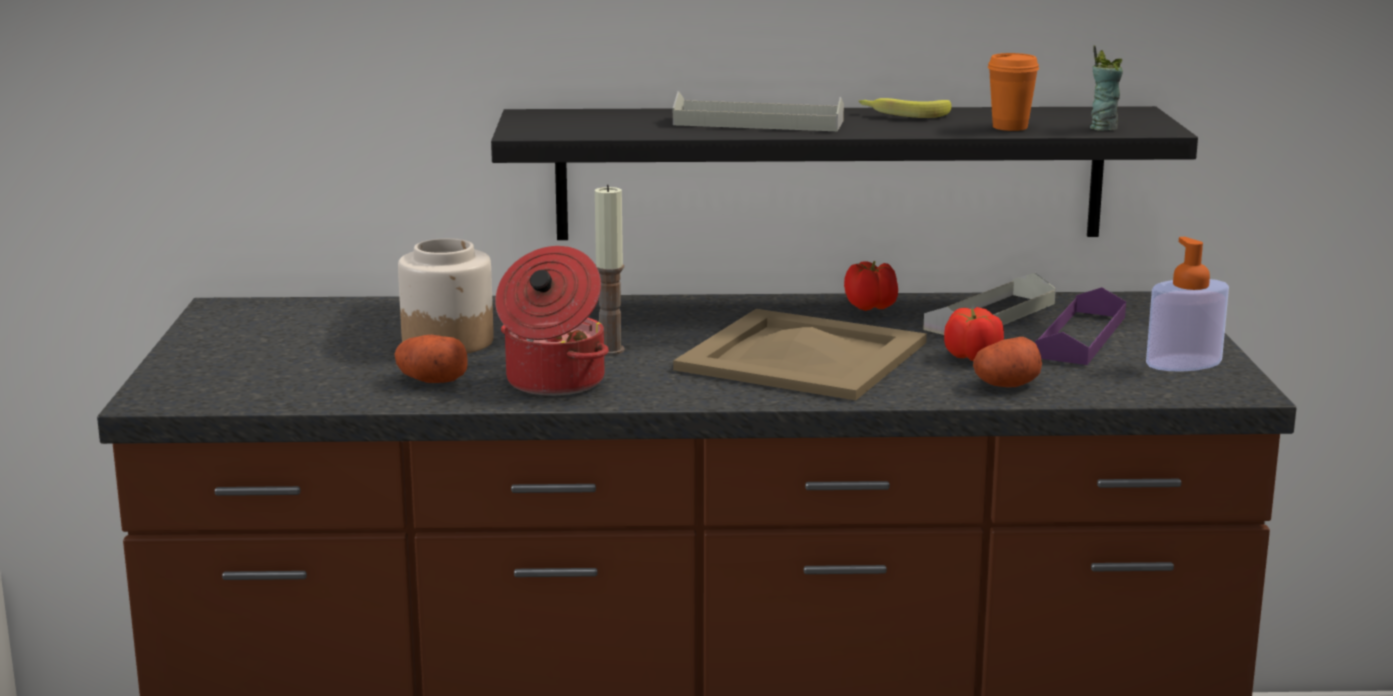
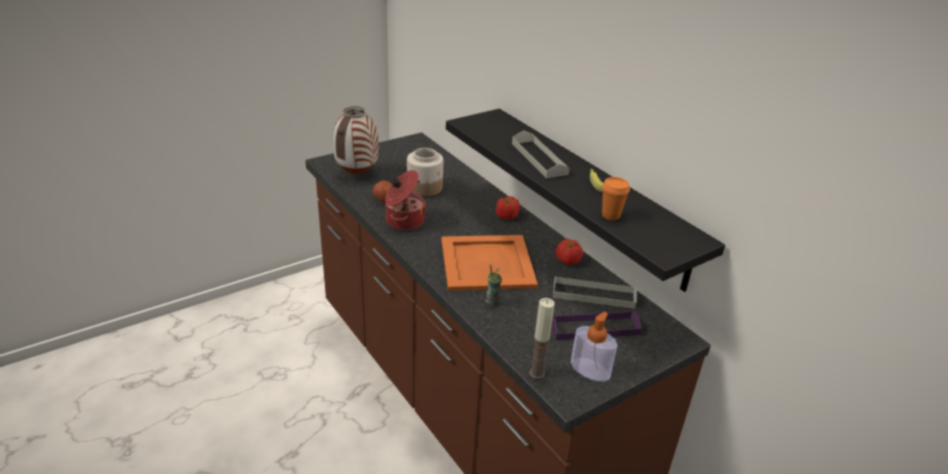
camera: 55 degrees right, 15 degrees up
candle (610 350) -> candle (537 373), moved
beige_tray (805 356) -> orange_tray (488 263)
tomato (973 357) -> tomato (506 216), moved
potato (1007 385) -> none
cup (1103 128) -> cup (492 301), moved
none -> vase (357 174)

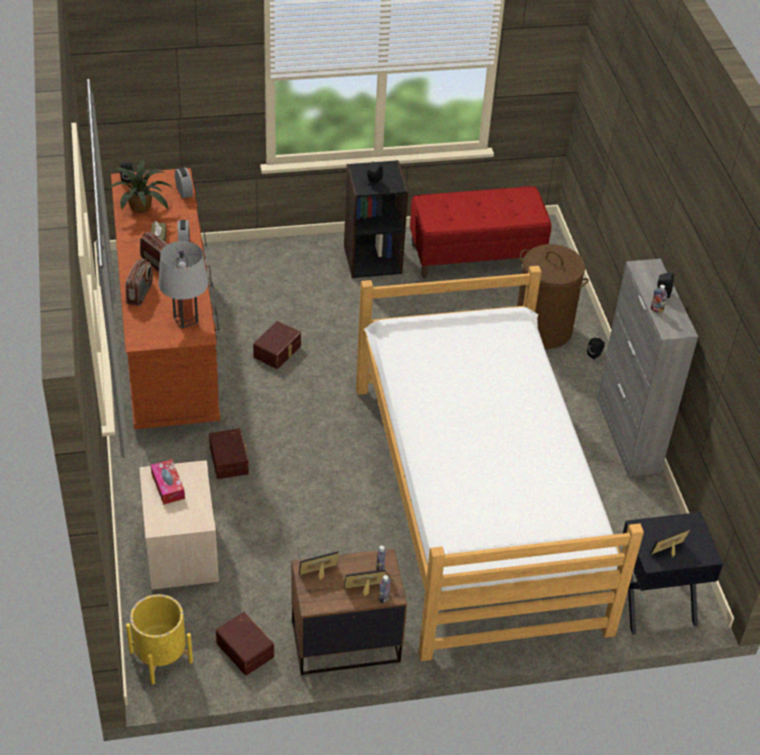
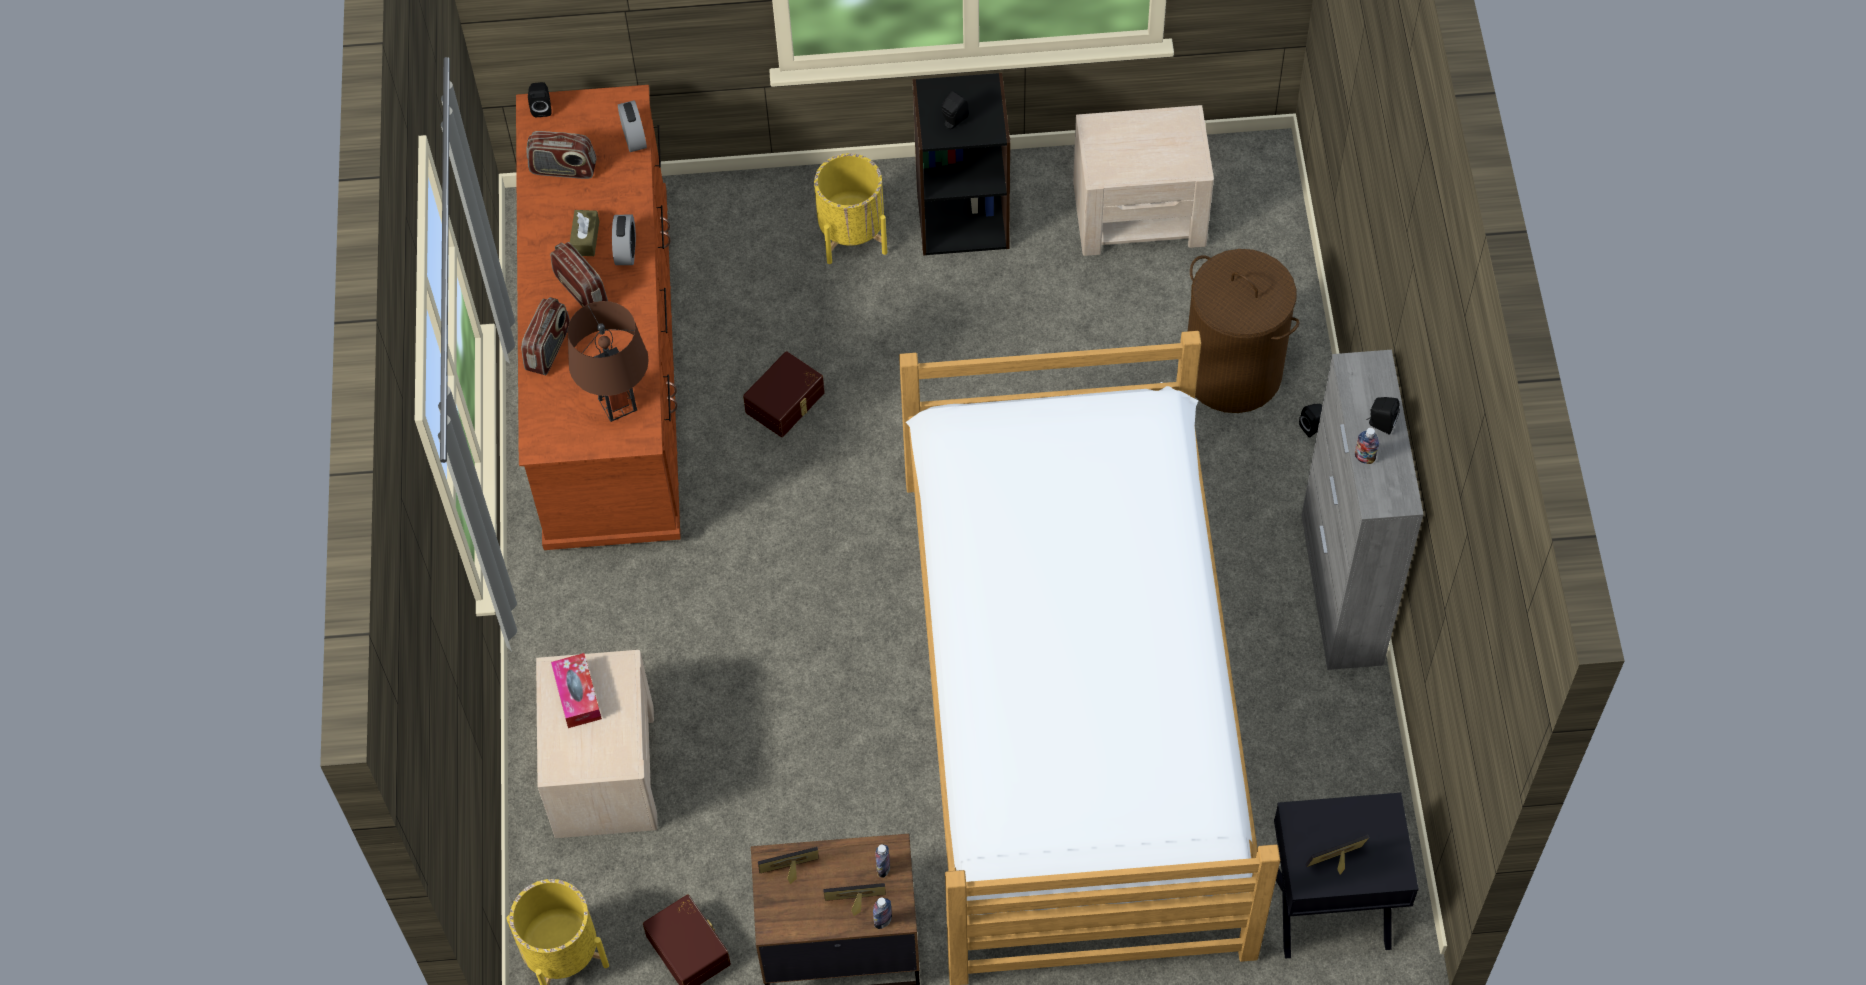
camera: 10 degrees right, 15 degrees up
potted_plant (142 207) -> radio (563 169)
grey_table_lamp (186 319) -> brown_table_lamp (618 404)
brown_storage_box (230 460) -> none
red_bench (476 255) -> beige_nightstand (1140 214)
none -> yellow_planter (852 234)

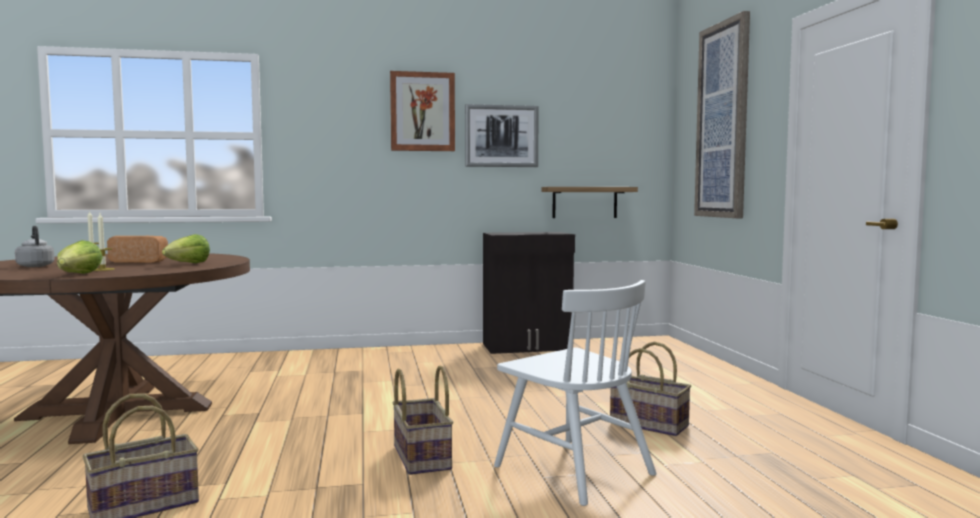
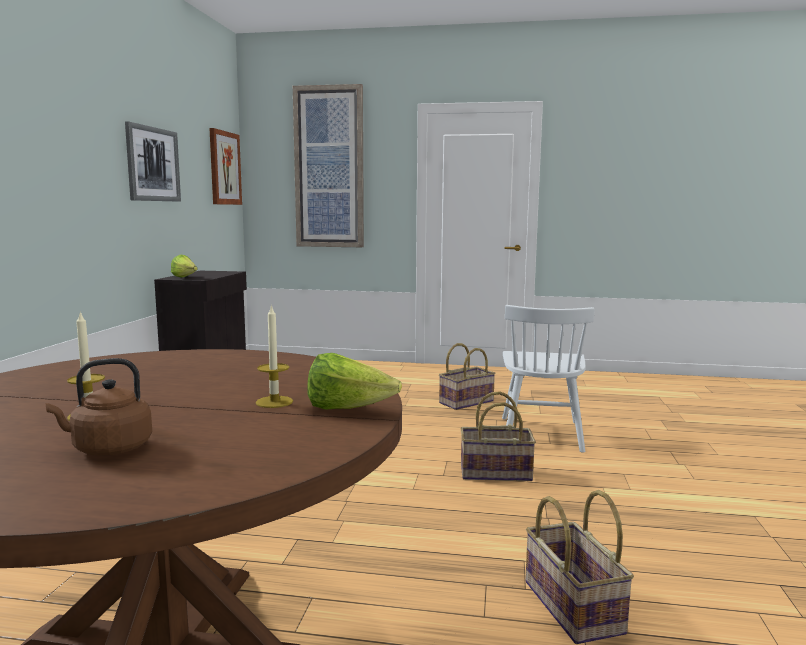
camera: 70 degrees left, 5 degrees up
grey_kettle (35 266) -> brown_kettle (108 449)
bread (141 261) -> none
lettuce (188 264) -> lettuce (185 278), moved
picture (422 112) -> picture (224 168), moved
white_chair (573 470) -> white_chair (541 434), 120 degrees clockwise
shelf (584 202) -> none

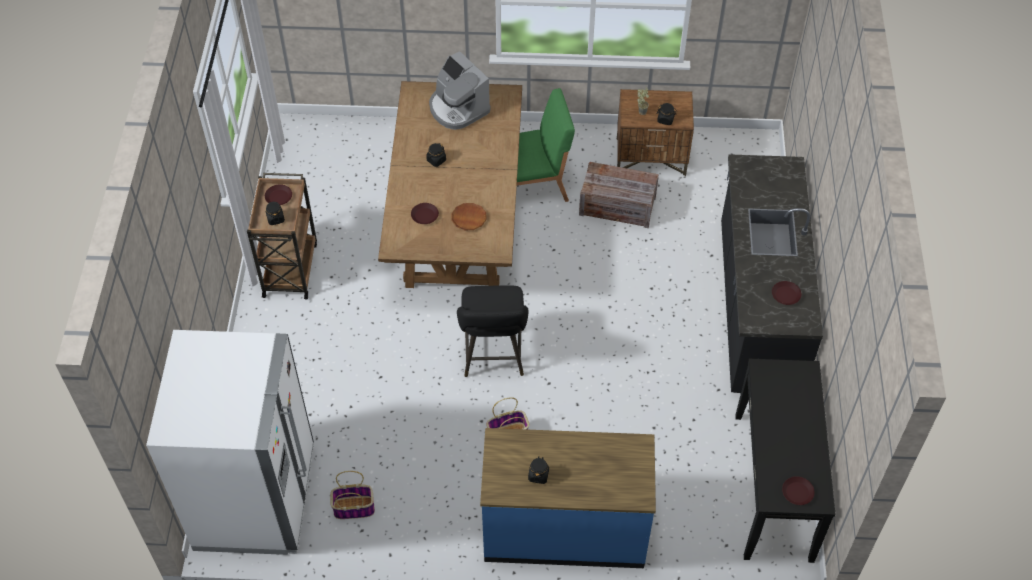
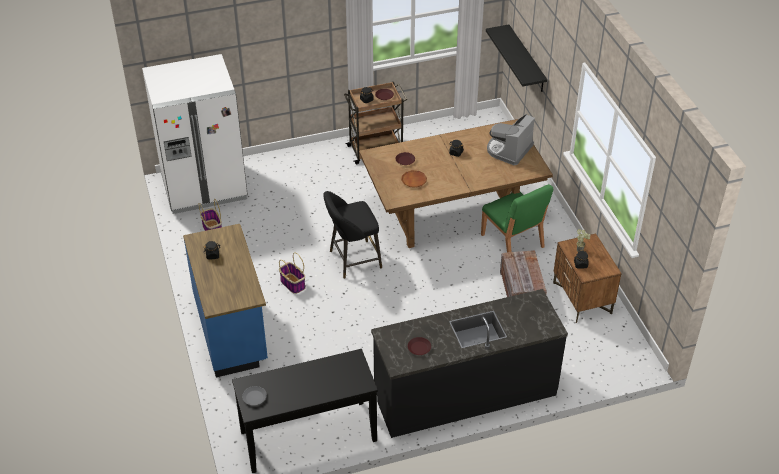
camera: 70 degrees right, 10 degrees down
brown_plate (797 492) -> grey_plate (254 397)
none -> black_shelf (526 59)

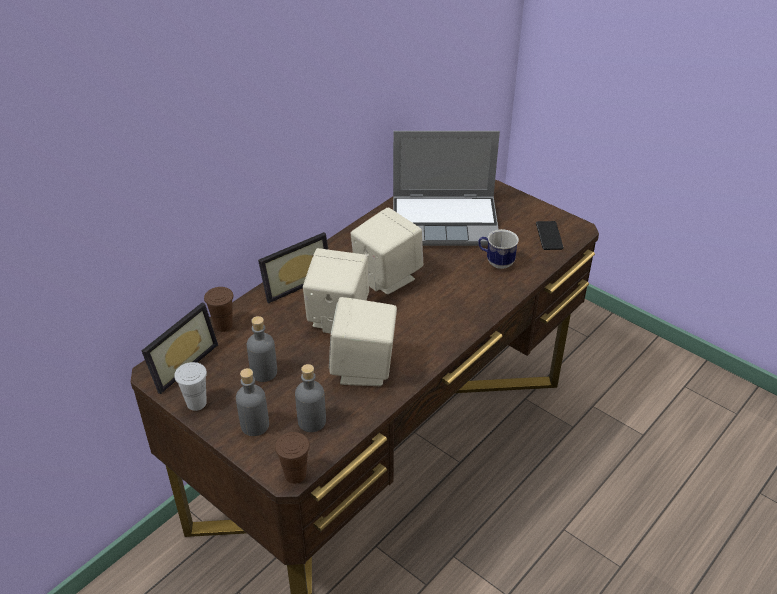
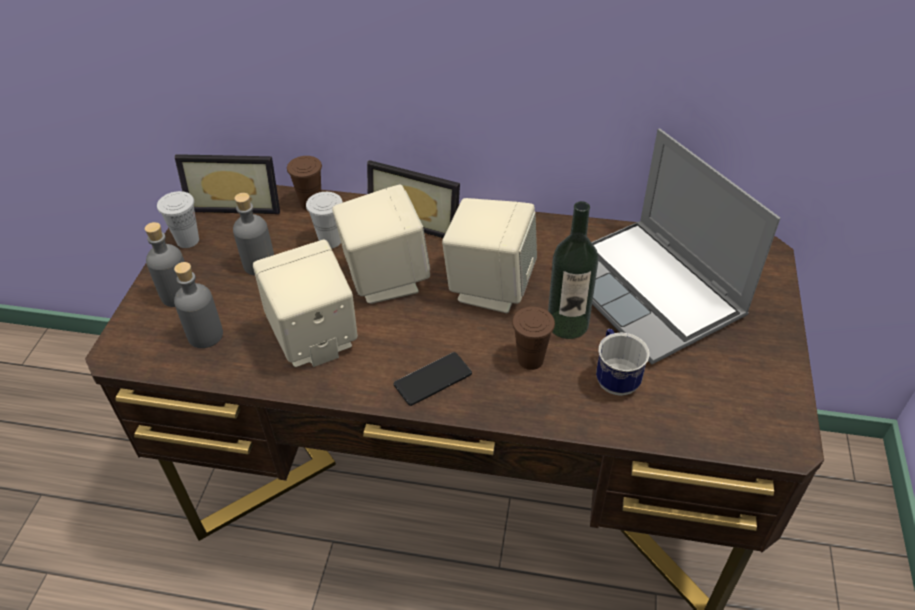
camera: 60 degrees right, 5 degrees up
brown_cup (295 475) -> brown_cup (530 359), moved
phone (549 236) -> phone (433 379), moved
none -> white_cup (330 241)
none -> bottle (567 324)

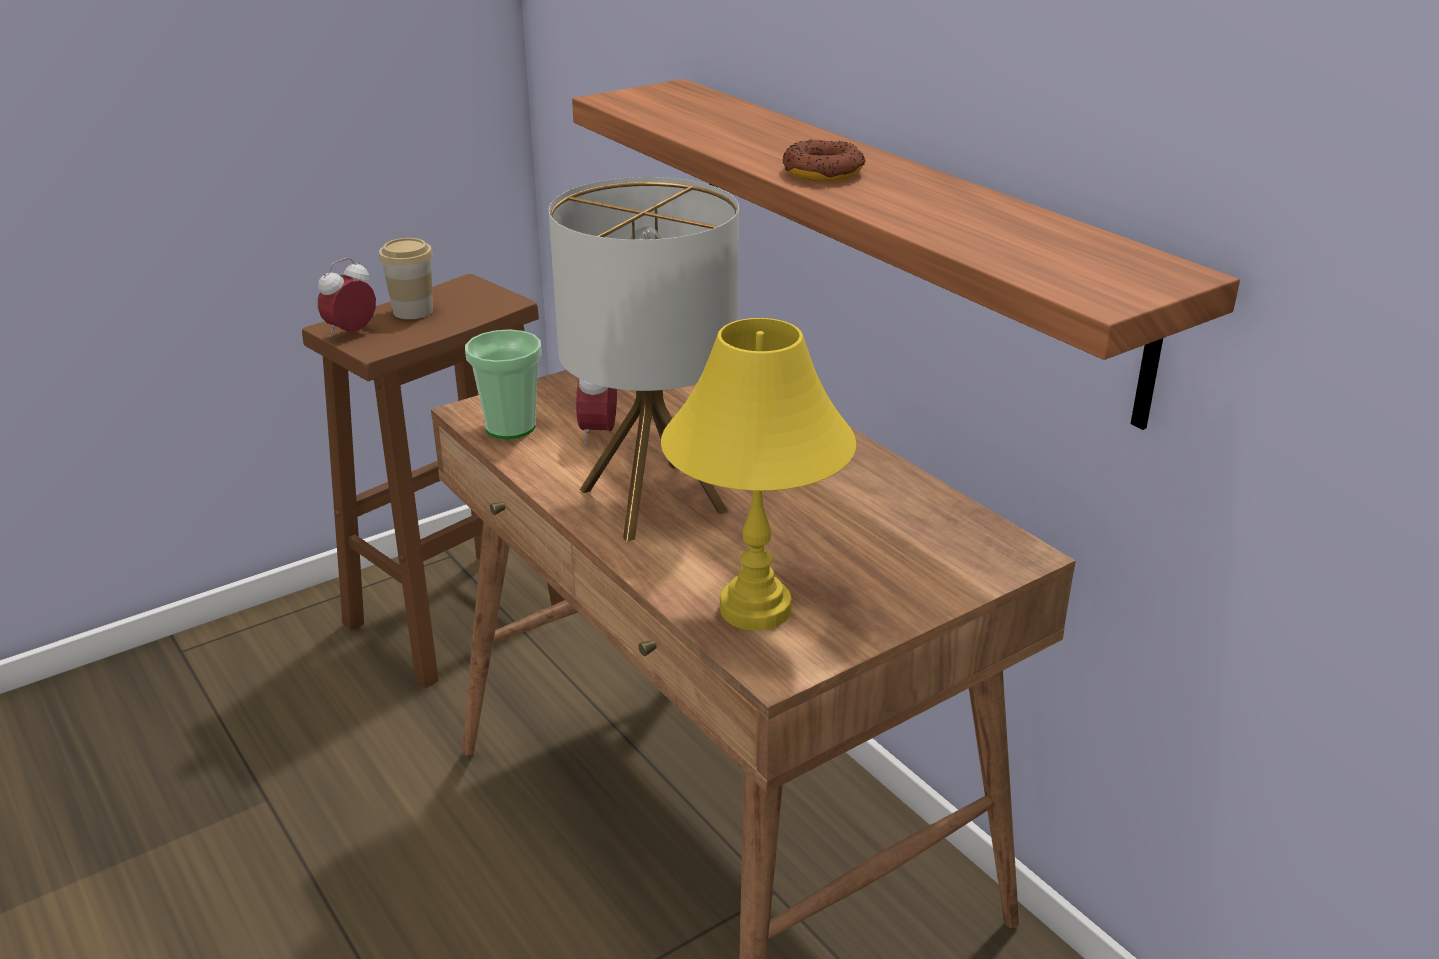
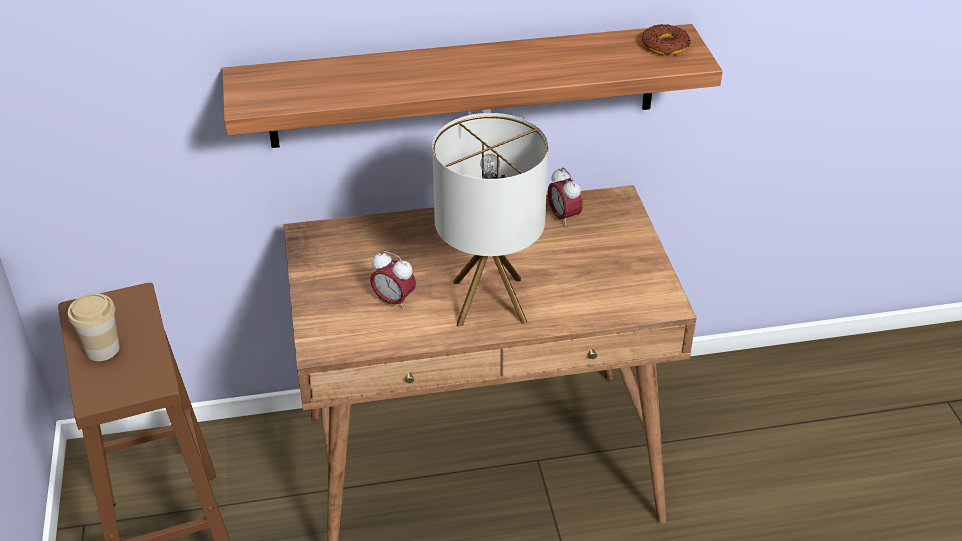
camera: 65 degrees left, 10 degrees up
alarm_clock (351 333) -> alarm_clock (563 217), moved
cup (510 427) -> none
yellow_table_lamp (756 609) -> none
donut (823 172) -> donut (665 46), moved

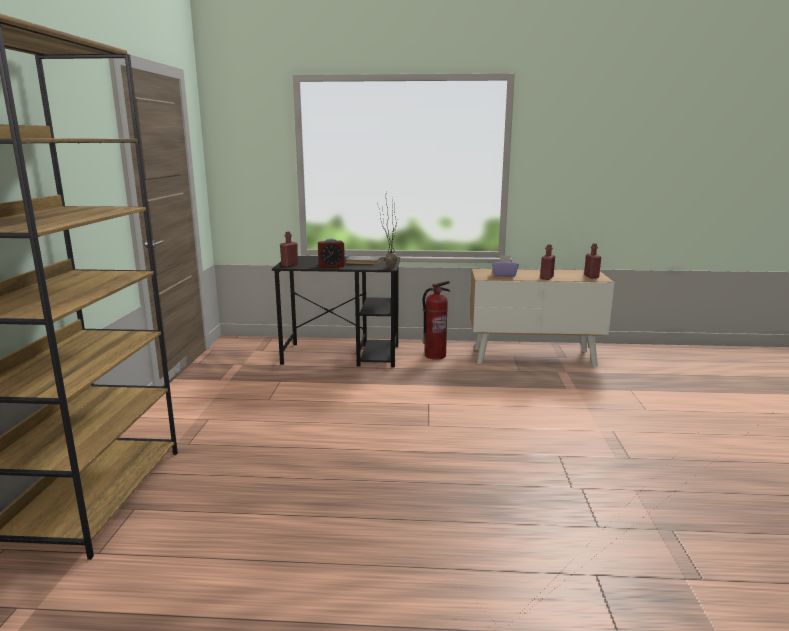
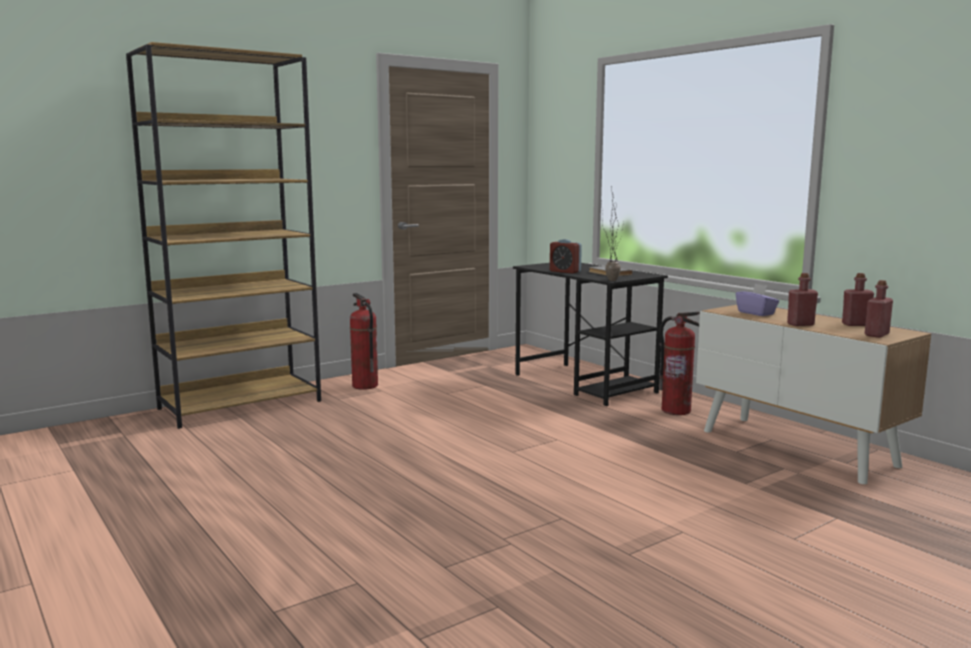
camera: 50 degrees right, 5 degrees down
red_bottle (289 265) -> red_bottle (855 324), moved
none -> fire_extinguisher (365 386)

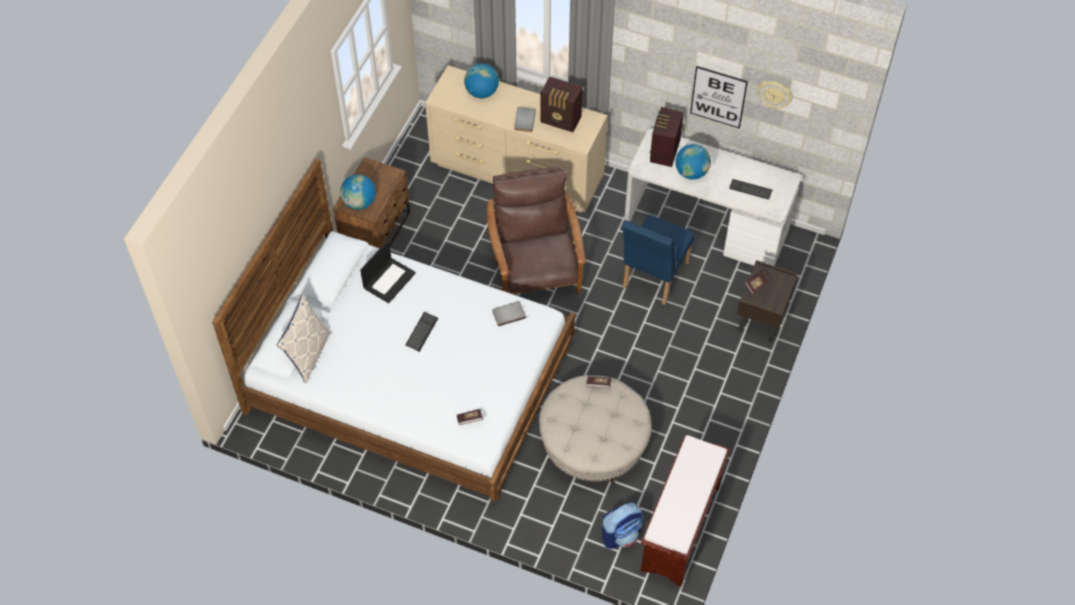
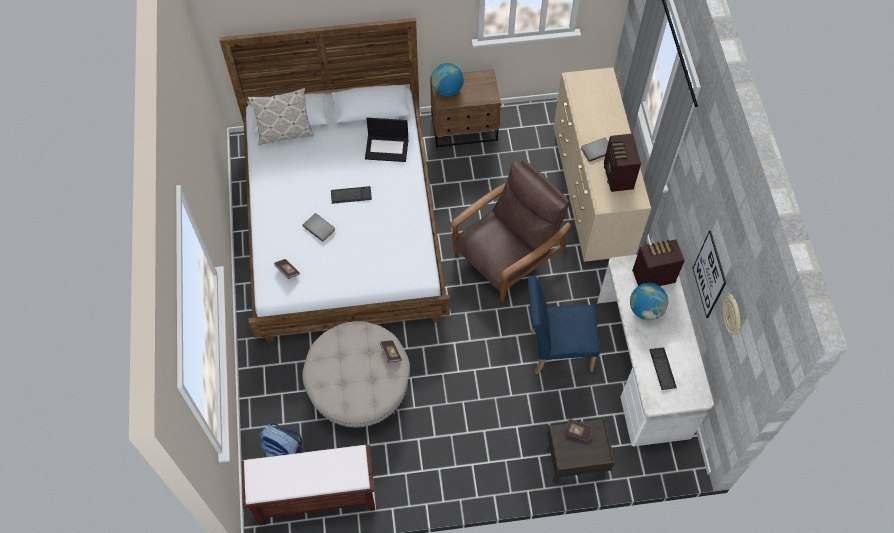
camera: 60 degrees right, 5 degrees up
globe (481 92) -> none
grey_book (508 313) -> grey_book (320 227), moved

